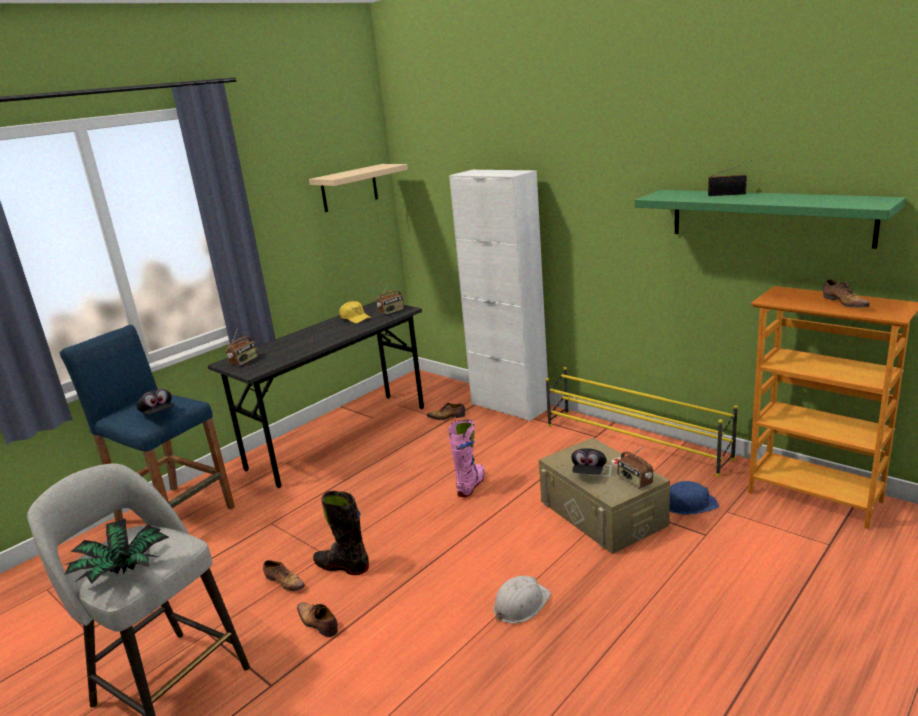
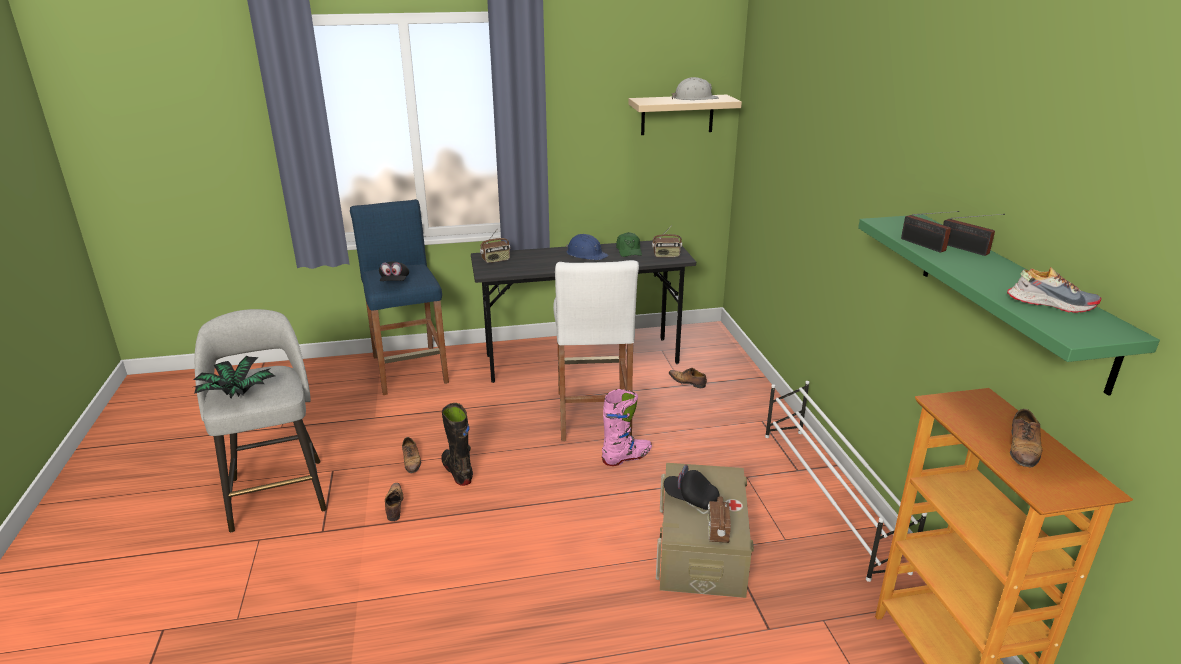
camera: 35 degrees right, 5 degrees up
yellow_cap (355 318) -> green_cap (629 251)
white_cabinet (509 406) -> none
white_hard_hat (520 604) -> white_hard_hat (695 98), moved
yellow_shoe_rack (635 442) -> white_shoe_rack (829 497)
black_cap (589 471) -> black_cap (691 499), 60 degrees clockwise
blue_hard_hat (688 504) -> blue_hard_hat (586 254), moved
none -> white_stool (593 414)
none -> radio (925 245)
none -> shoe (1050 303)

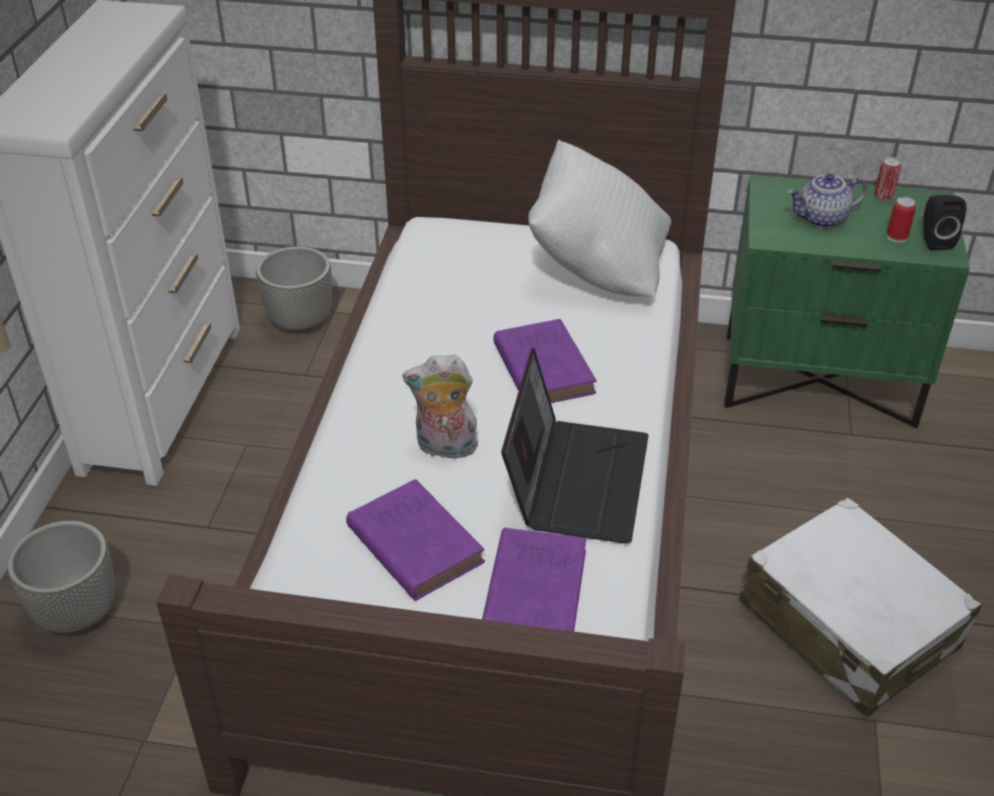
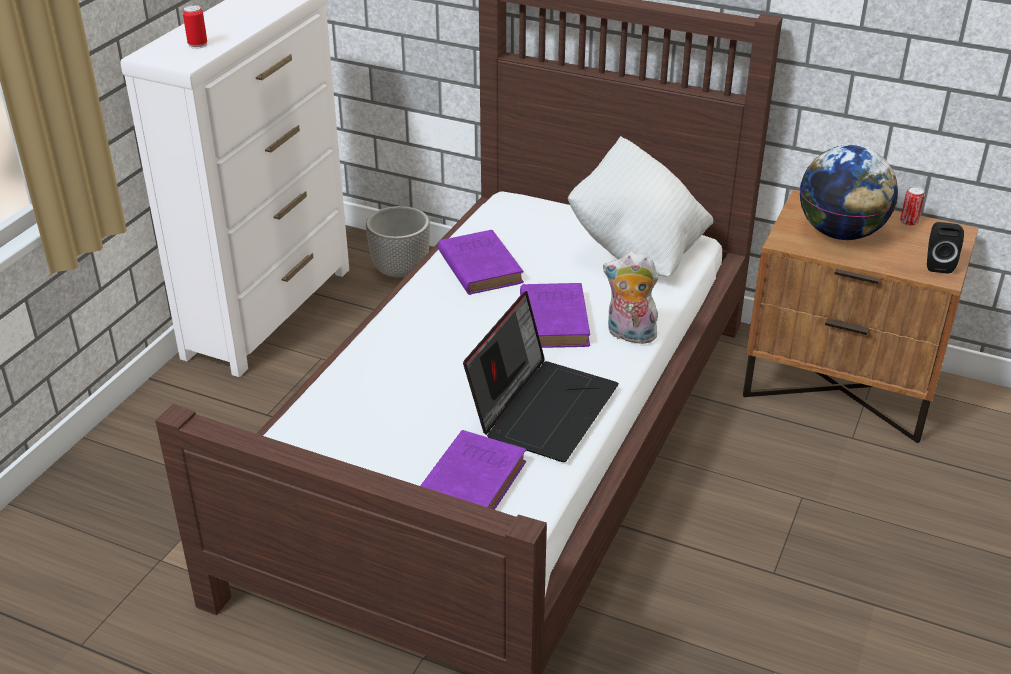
camera: 15 degrees right, 5 degrees down
planter (77 612) -> none
purple_book (413 542) -> purple_book (479 266), moved
plush_toy (444 448) -> plush_toy (629 335), moved
green_nightstand (819 378) -> brown_nightstand (841 387)
white_suitcase (848 624) -> none
teapot (822 219) -> globe (840 233)
can (896 237) -> can (197 45), moved

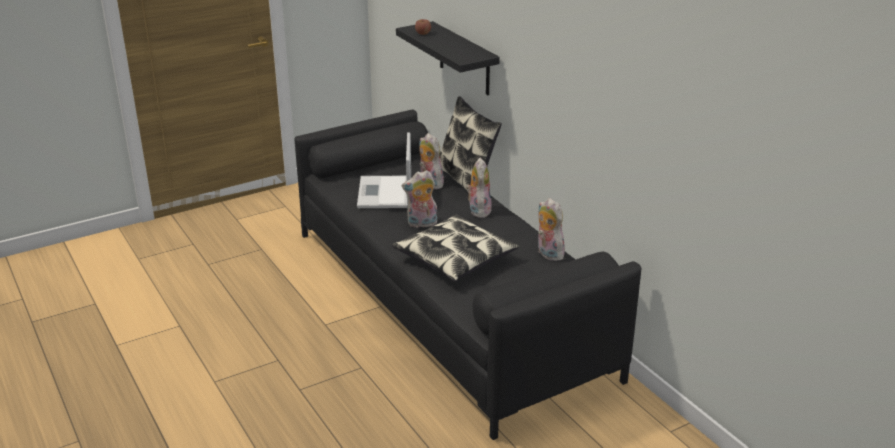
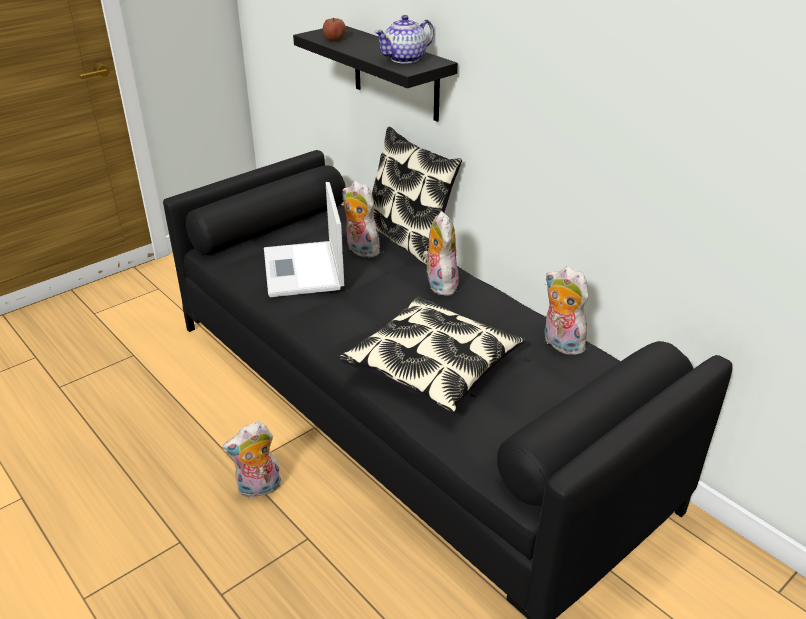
camera: 10 degrees left, 5 degrees up
plush_toy (421 224) -> plush_toy (259 489), moved
none -> teapot (405 59)

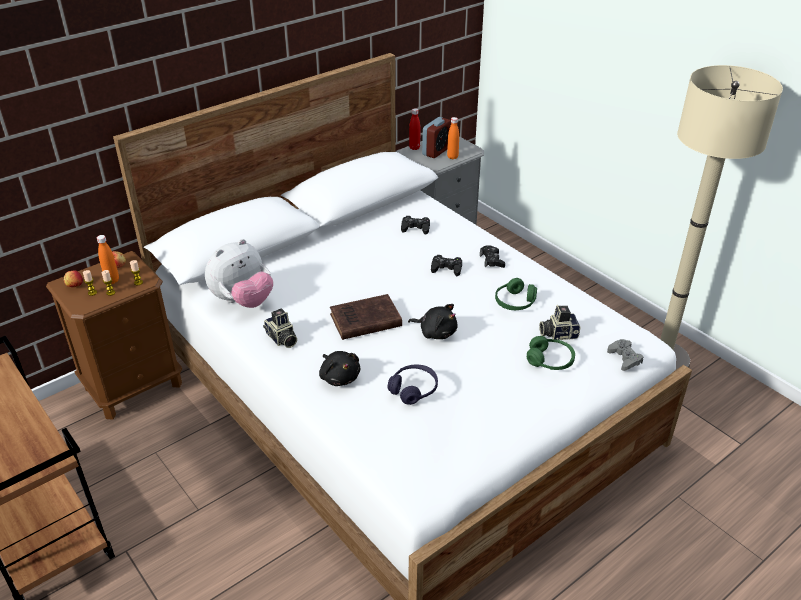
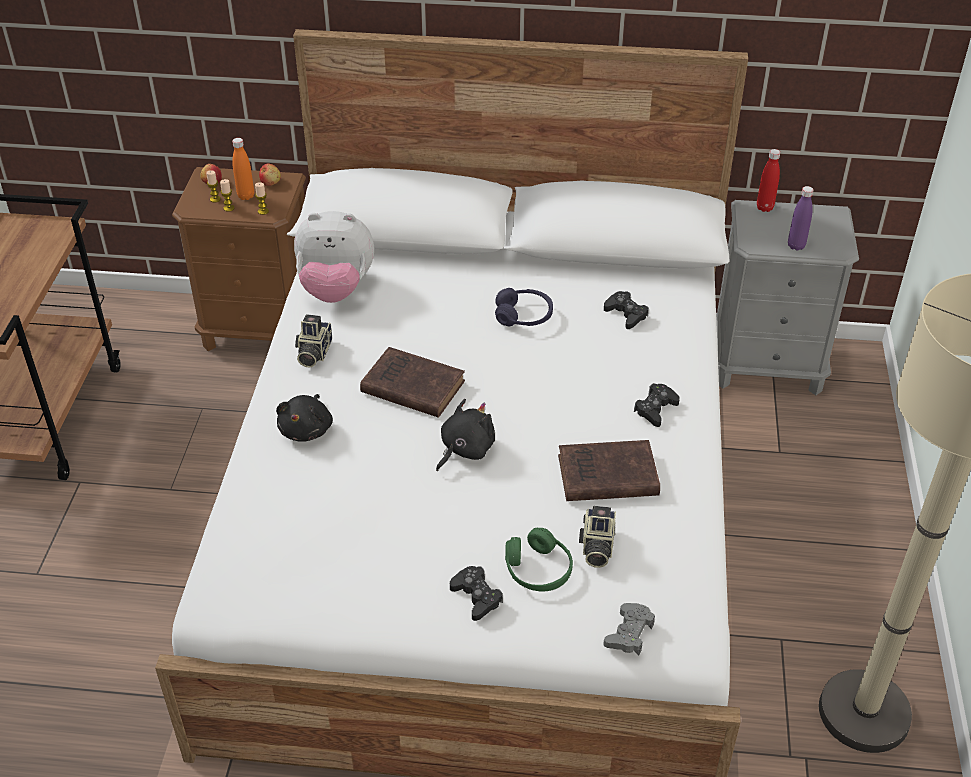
camera: 45 degrees right, 5 degrees up
purple_headphones (413 389) -> purple_headphones (523 316), moved
black_plush_toy (436 332) -> black_plush_toy (465 449), 120 degrees counterclockwise
alarm_clock (436 151) -> none
black_game_controller (446 268) -> black_game_controller (476 597), moved
orange_bottle (452 157) -> purple_bottle (796 246)
green_headphones (515 302) -> brown_book (604 476)
photo_camera (558 333) -> photo_camera (596 547), 120 degrees counterclockwise

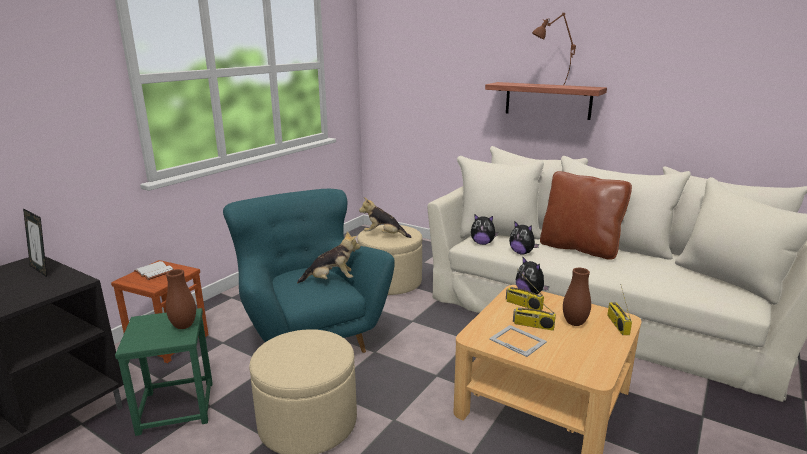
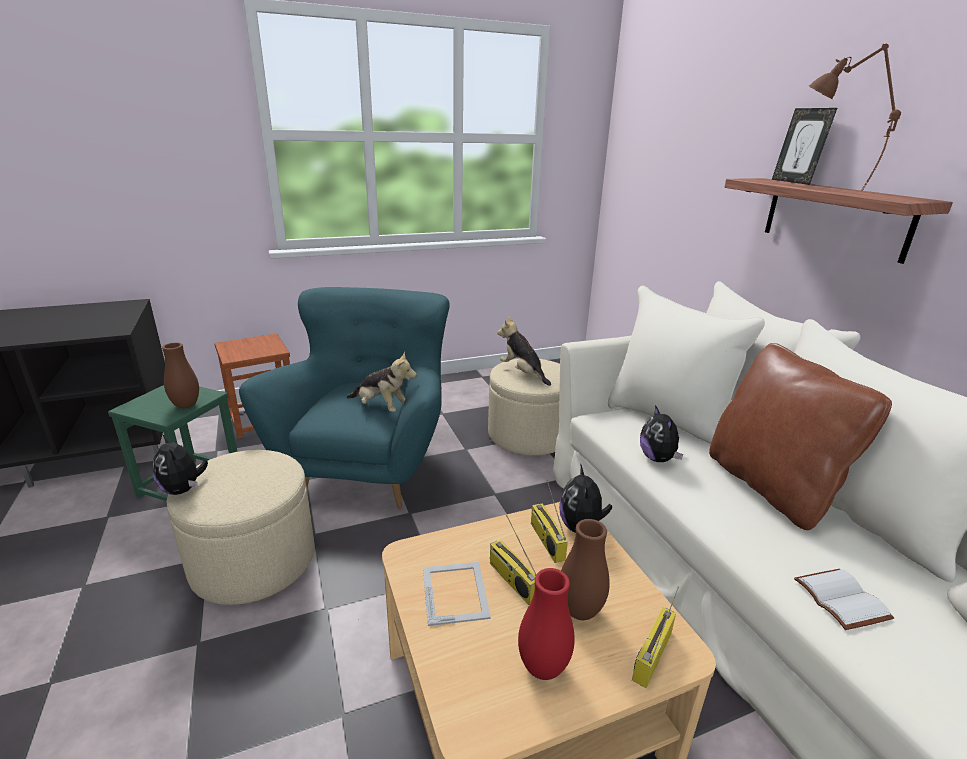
camera: 35 degrees right, 5 degrees up
picture_frame (42 270) -> picture_frame (793 182), moved
white_book (153 272) -> white_book (838 599), moved
plush_toy (482 243) -> plush_toy (183 489), moved
none -> red_vase (543 667)

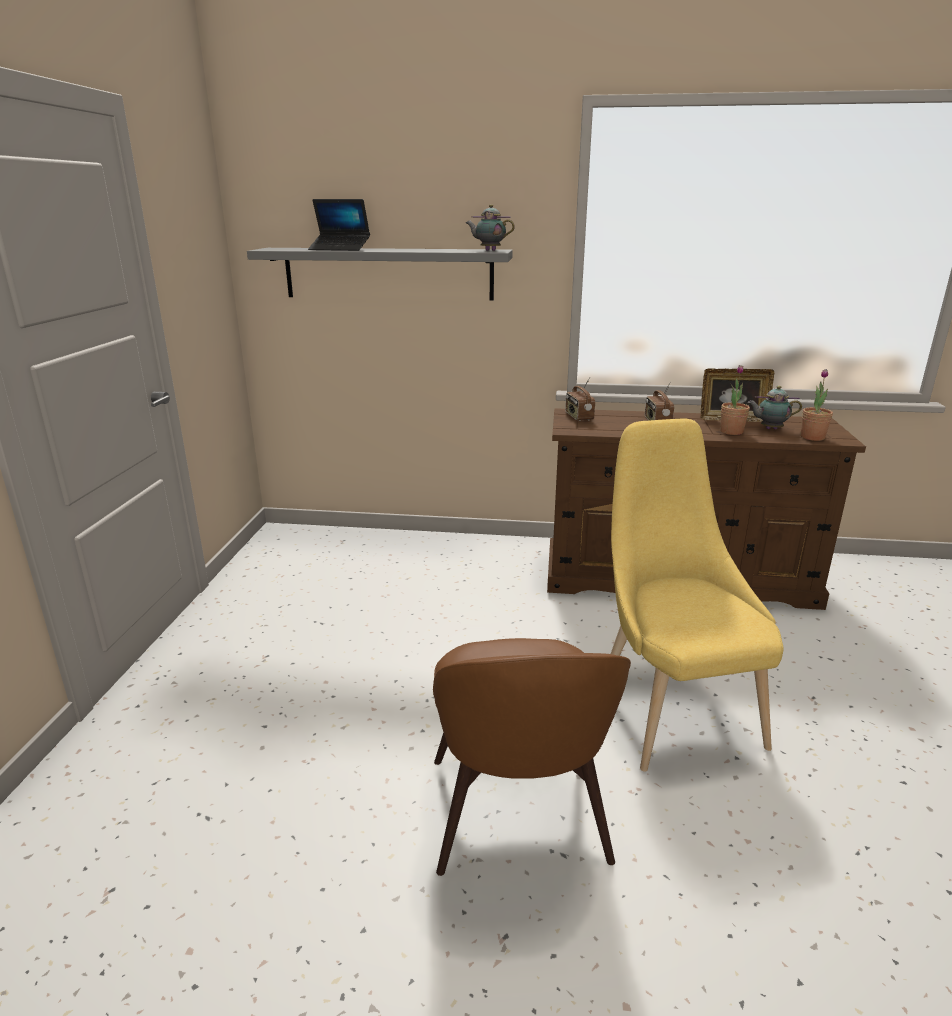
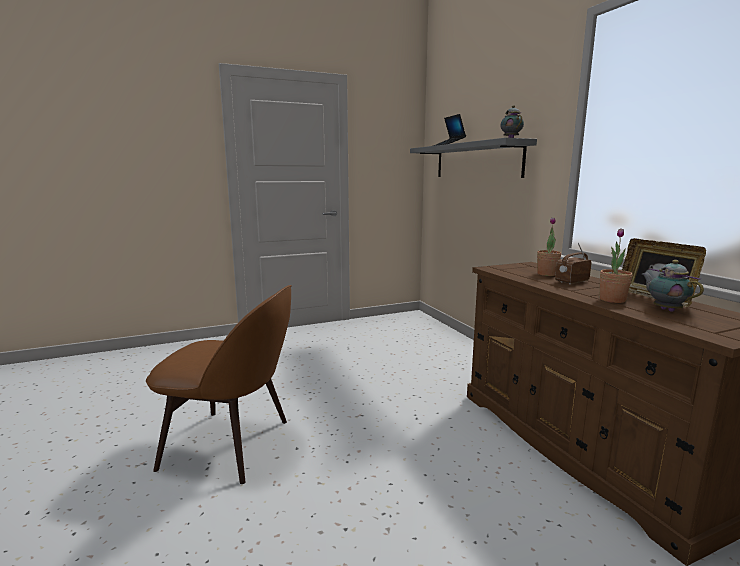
camera: 60 degrees right, 10 degrees down
brown_chair (518 816) -> brown_chair (231 445), 135 degrees counterclockwise
radio (578 417) -> none
yellow_chair (671 708) -> none
potted_plant (812 437) -> potted_plant (547 274), moved

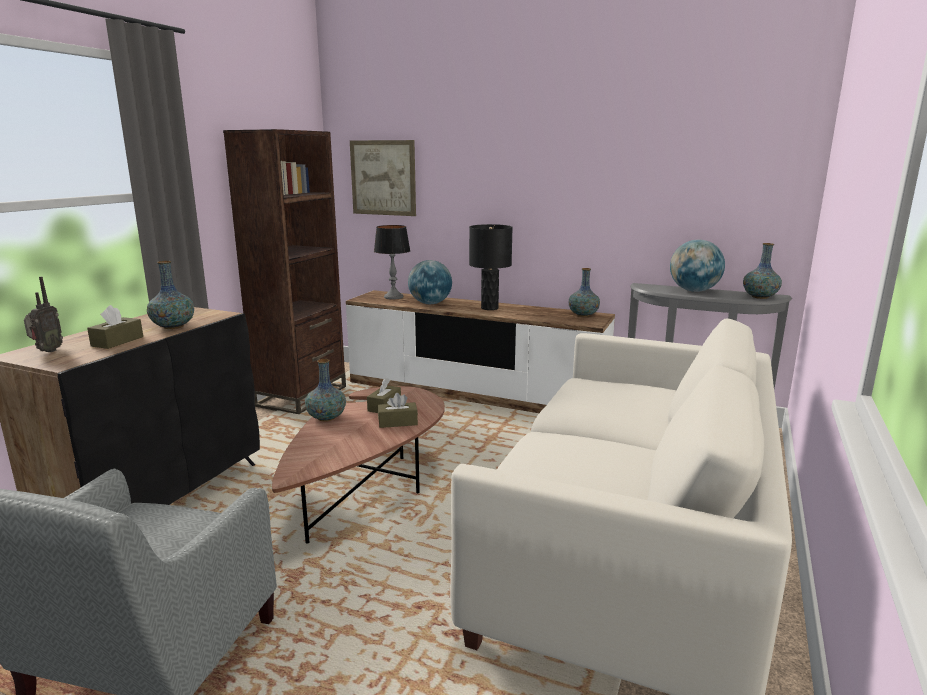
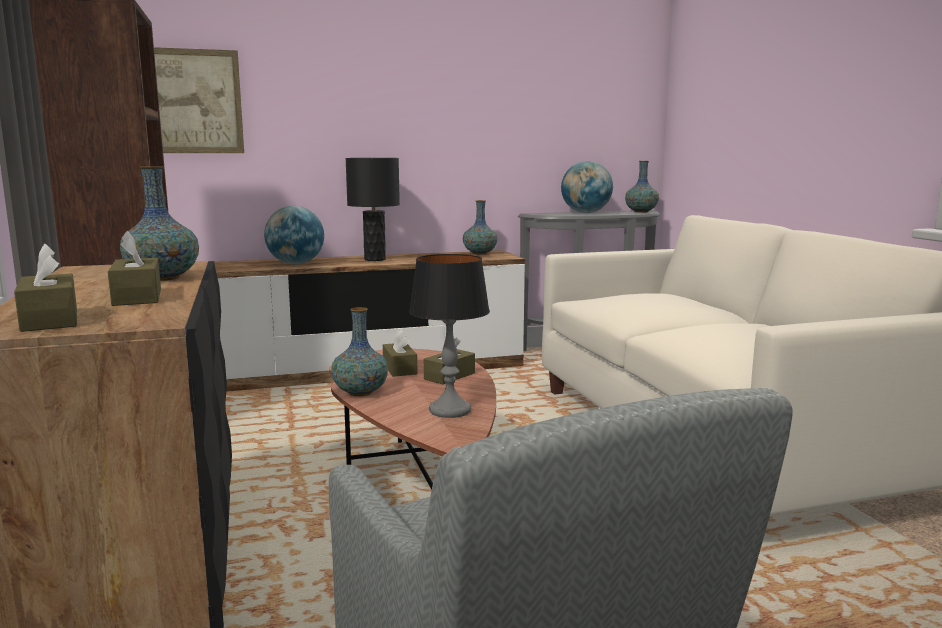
camera: 40 degrees left, 5 degrees down
radio (47 351) -> brown_tissue_box (50 320)
table_lamp (393 297) -> table_lamp (450 410), moved

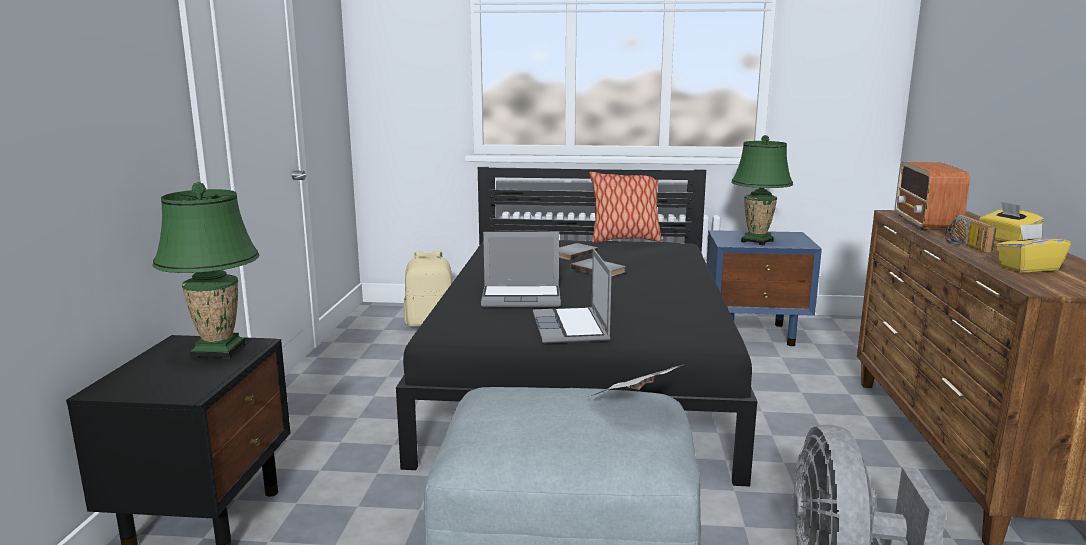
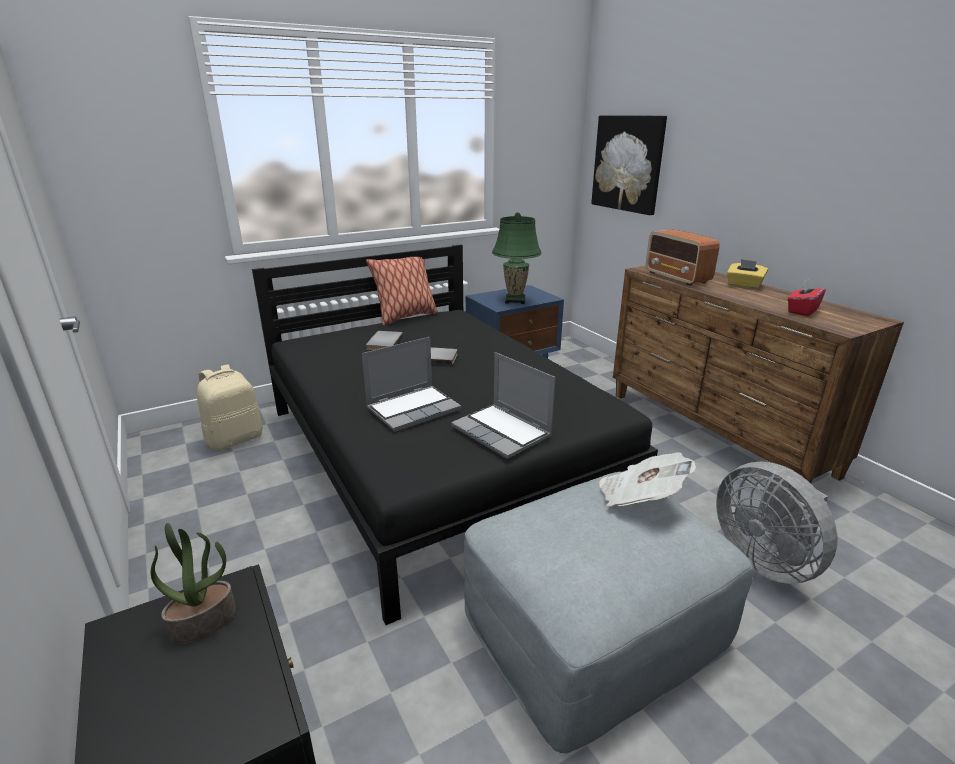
camera: 35 degrees left, 10 degrees up
green_table_lamp (219 351) -> potted_plant (204 621)
radio (964 245) -> none
yellow_tissue_box (1027 268) -> red_tissue_box (802 311)
none -> picture (628 163)

